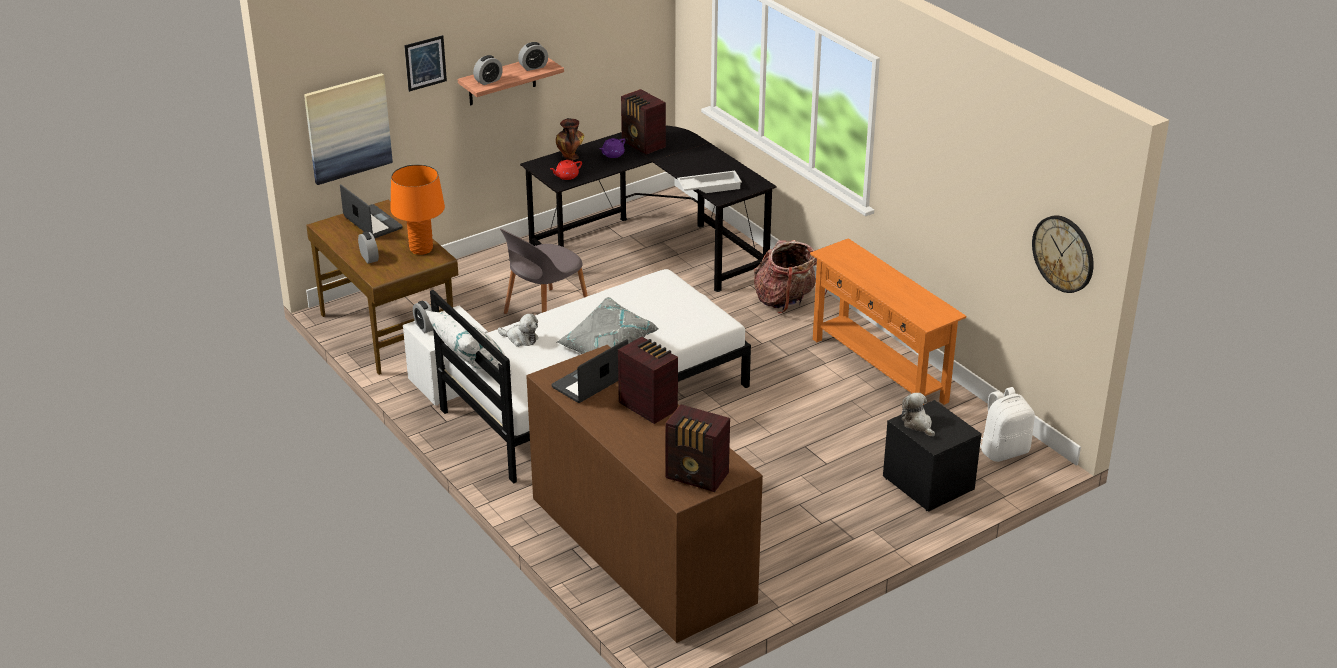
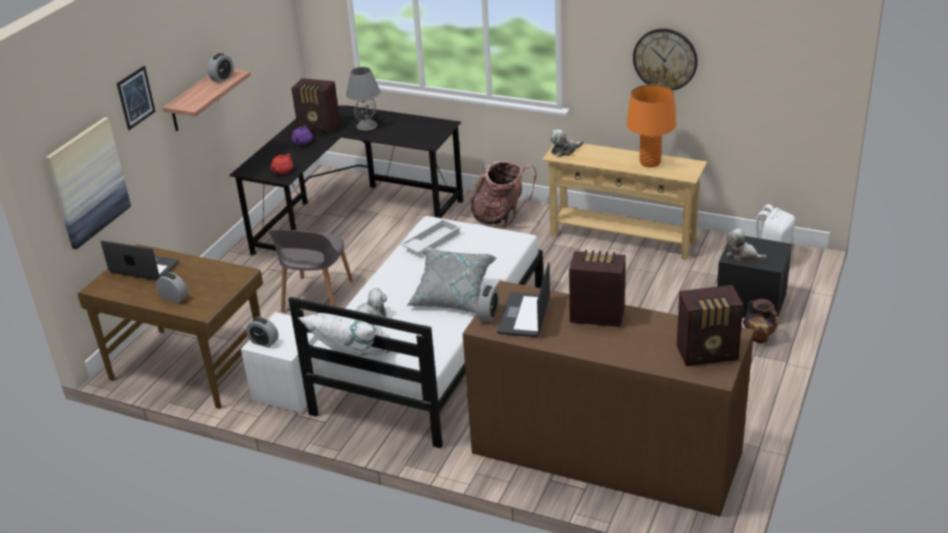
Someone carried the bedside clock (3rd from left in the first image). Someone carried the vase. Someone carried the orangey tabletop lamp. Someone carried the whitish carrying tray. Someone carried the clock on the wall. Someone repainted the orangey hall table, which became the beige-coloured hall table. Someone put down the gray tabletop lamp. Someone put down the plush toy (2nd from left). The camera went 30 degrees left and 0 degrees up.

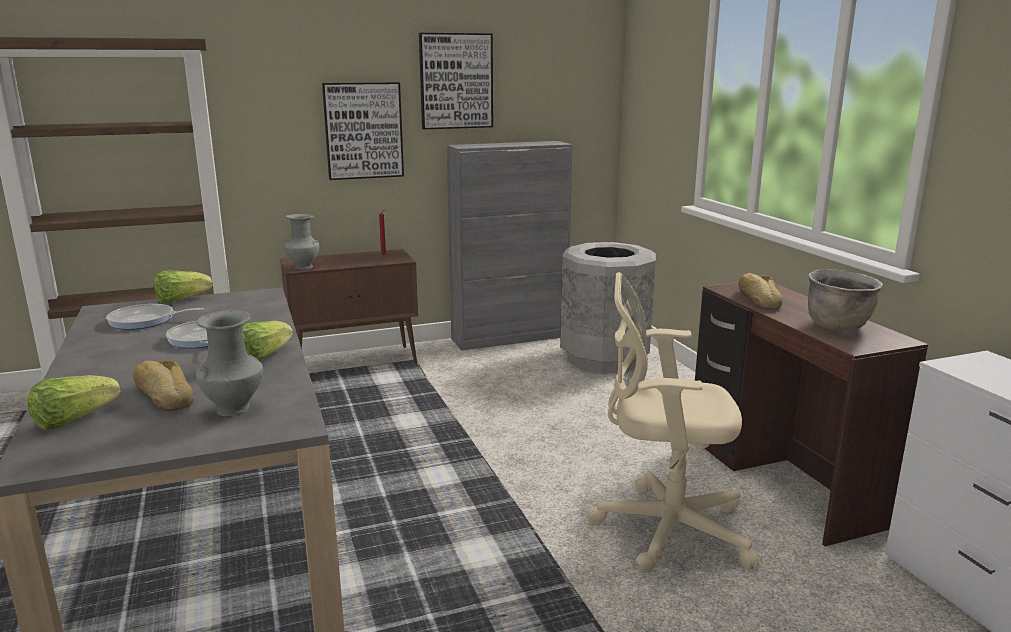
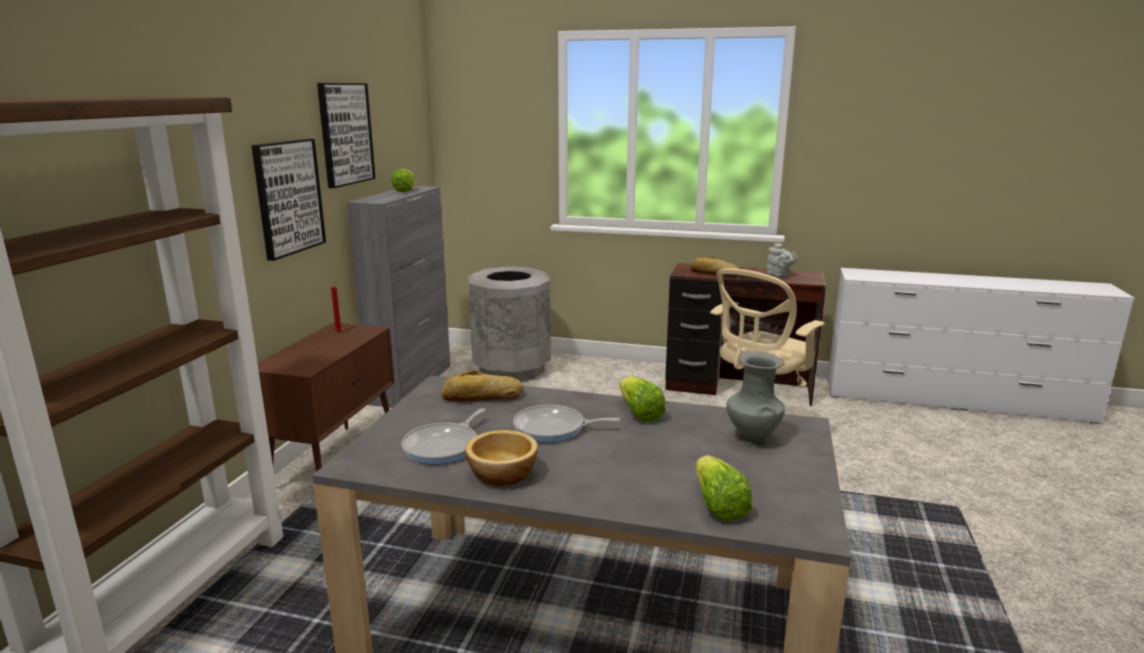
Someone took away the gray vase (2nd from left). Someone swapped the brown stockpot for the gray tea pot. Someone carried the lettuce head (2nd from left in the first image). Someone carried the bread (1st from left). Someone put down the serving bowl. The camera went 55 degrees left and 0 degrees up.

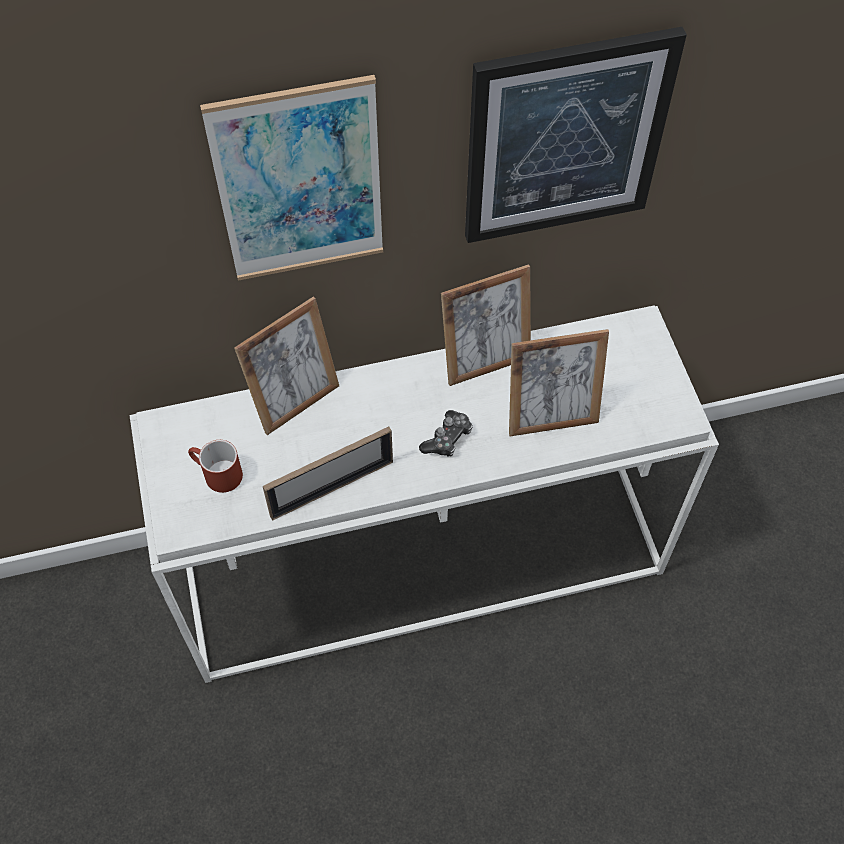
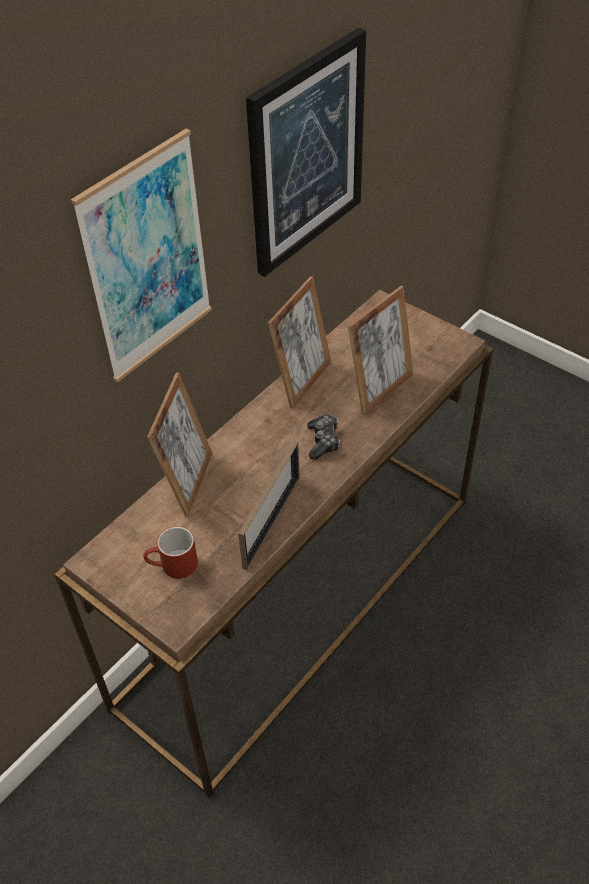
Someone repainted the whitish hall table, which became the brown hall table. The camera went 35 degrees left and 10 degrees down.

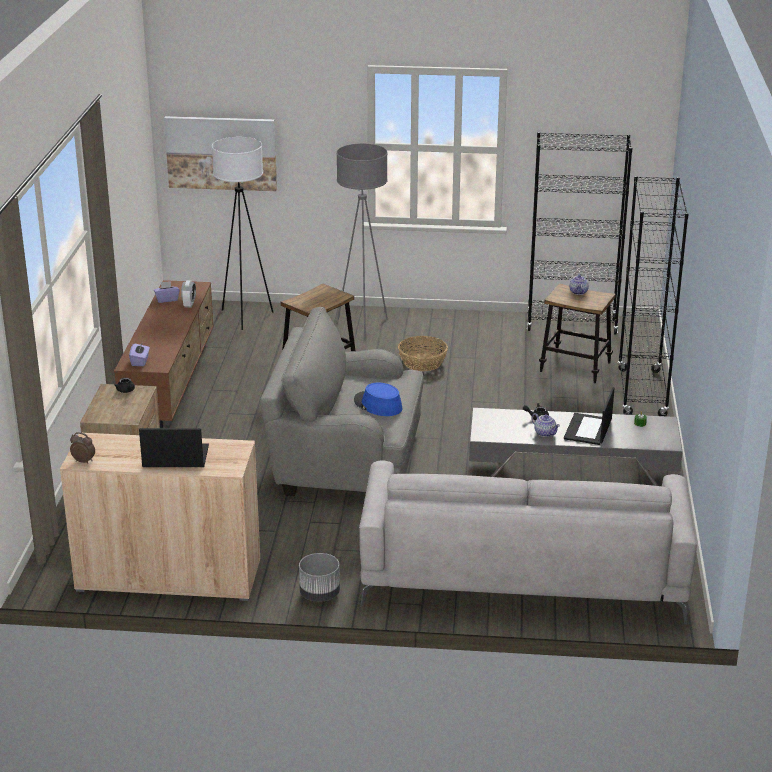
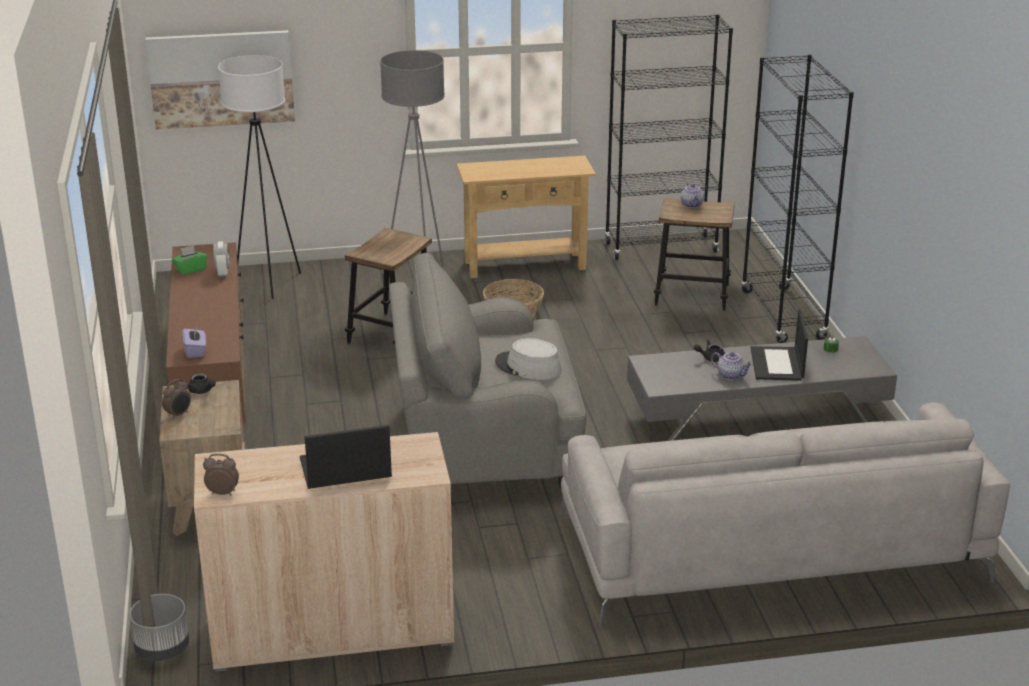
Someone repainted the purple-coloured box of tissues (2nd from left), which became the green box of tissues. Someone repainted the bluish clothing hat, which became the gray clothing hat. Someone carried the gray flower pot. Someone put down the beige-coloured hall table. Someone put down the bedside clock (1st from left). The camera went 15 degrees left and 0 degrees up.

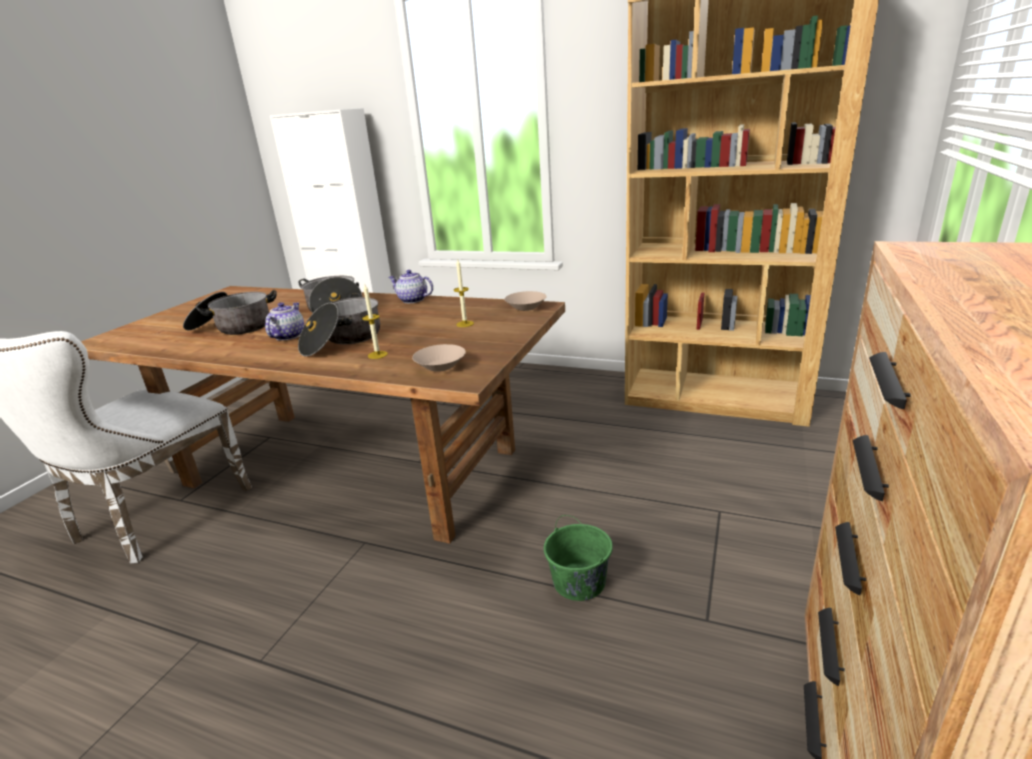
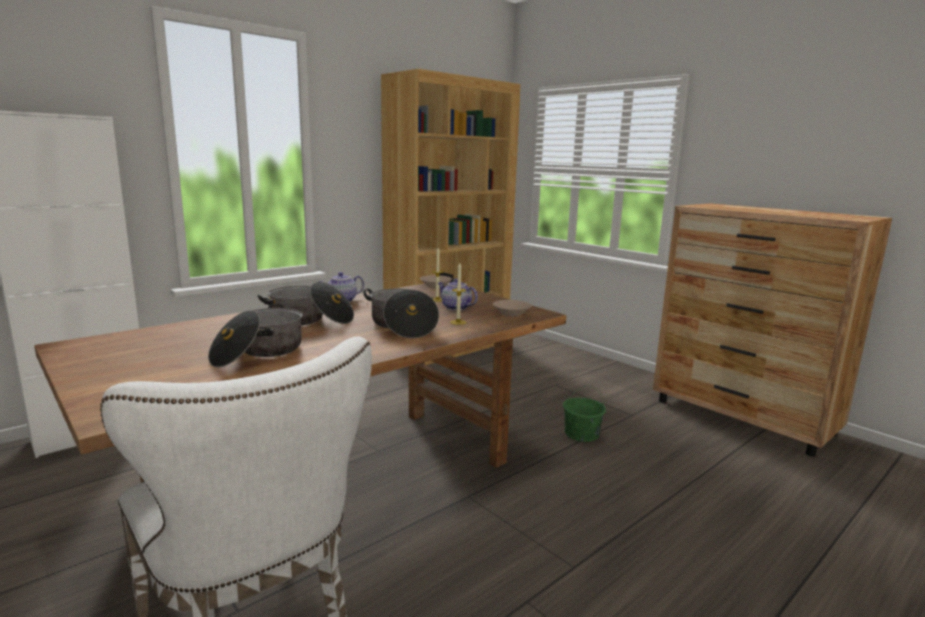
Someone carried the tea pot (1st from left in the first image). The camera went 65 degrees left and 10 degrees down.

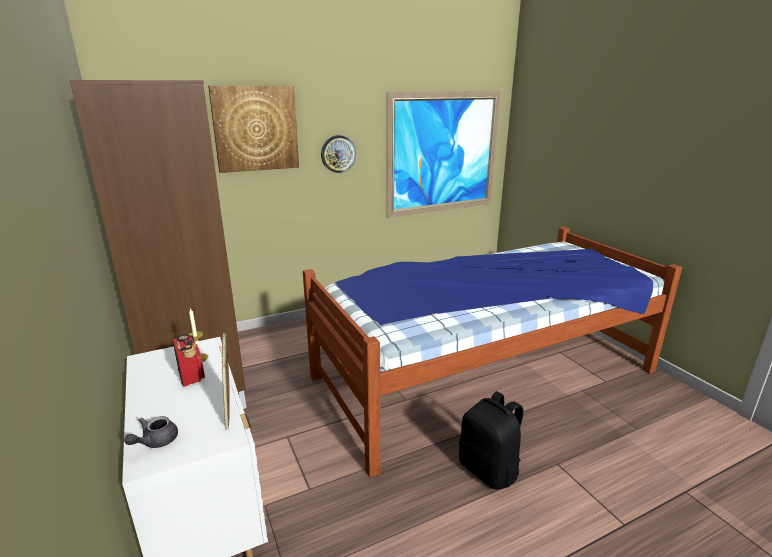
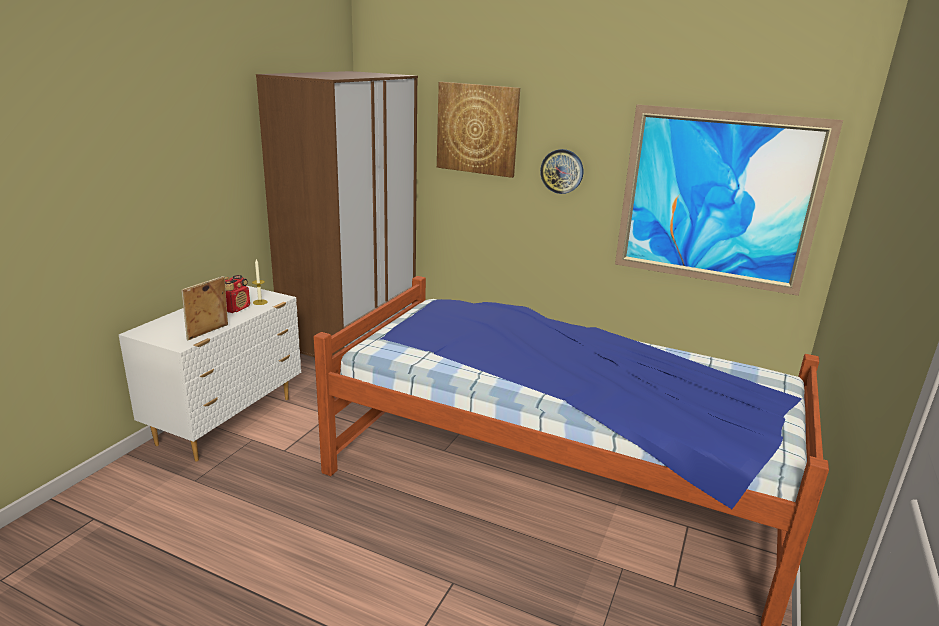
Someone took away the blackish knapsack. Someone took away the gray tea pot. The camera went 50 degrees right and 0 degrees up.

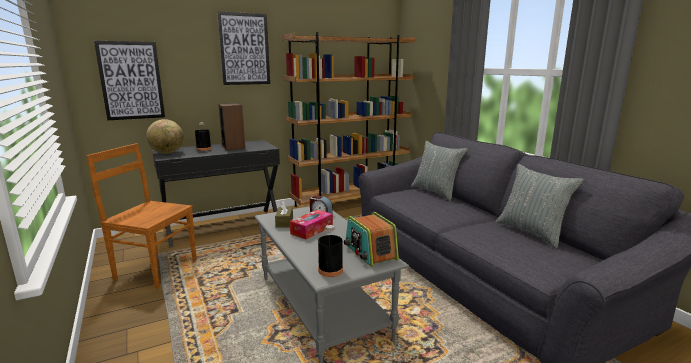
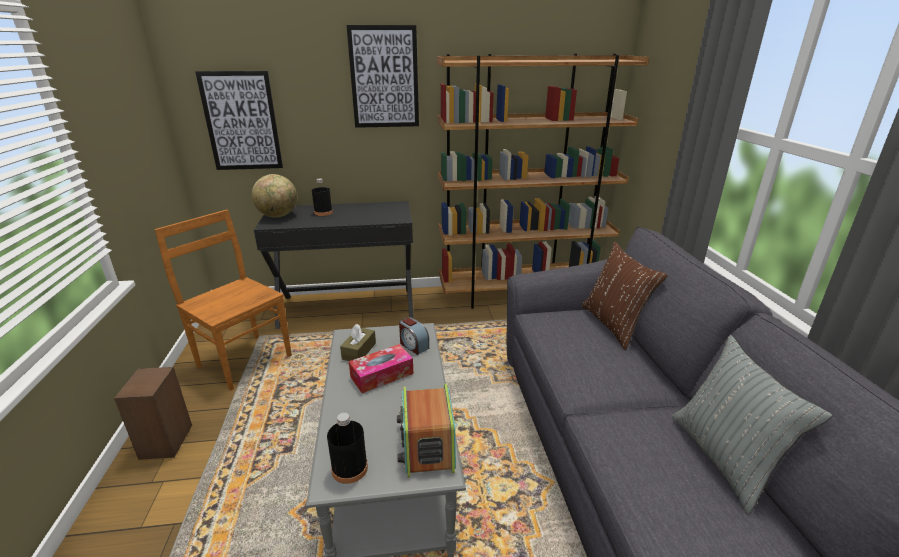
Someone carried the speaker. Someone repainted the gray pillow (1st from left), which became the brown pillow. The camera went 20 degrees right and 10 degrees up.

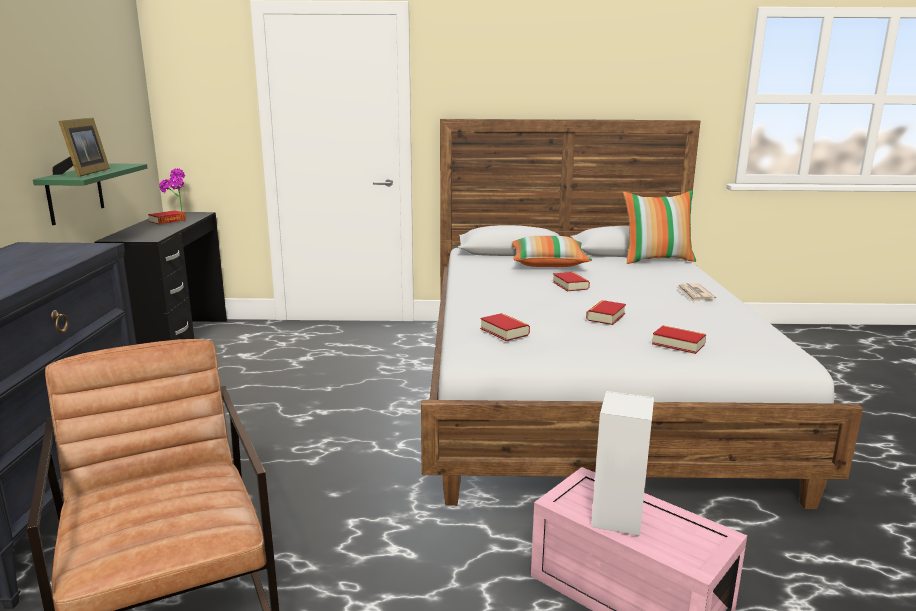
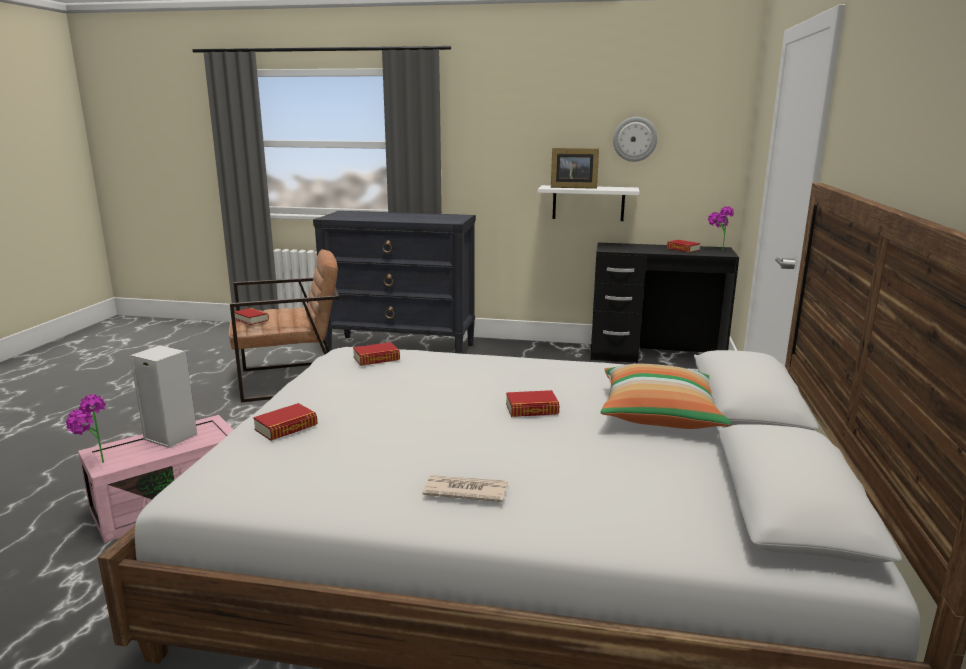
Someone repainted the green bracket shelf, which became the whitish bracket shelf. Someone took away the pillow (2nd from left). Someone carried the volume (4th from left in the first image). Someone put up the clock on the wall. Someone put down the potted plant (1st from left). The camera went 100 degrees right and 0 degrees up.

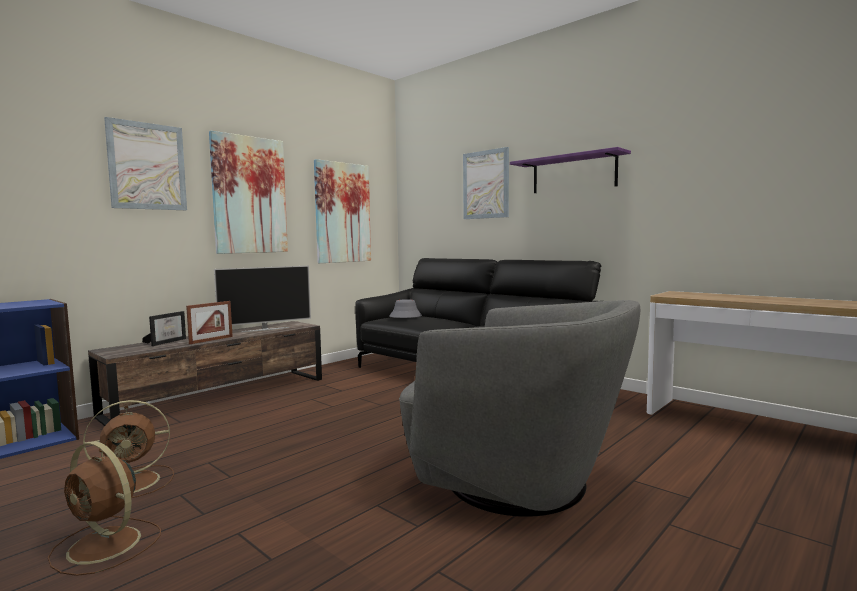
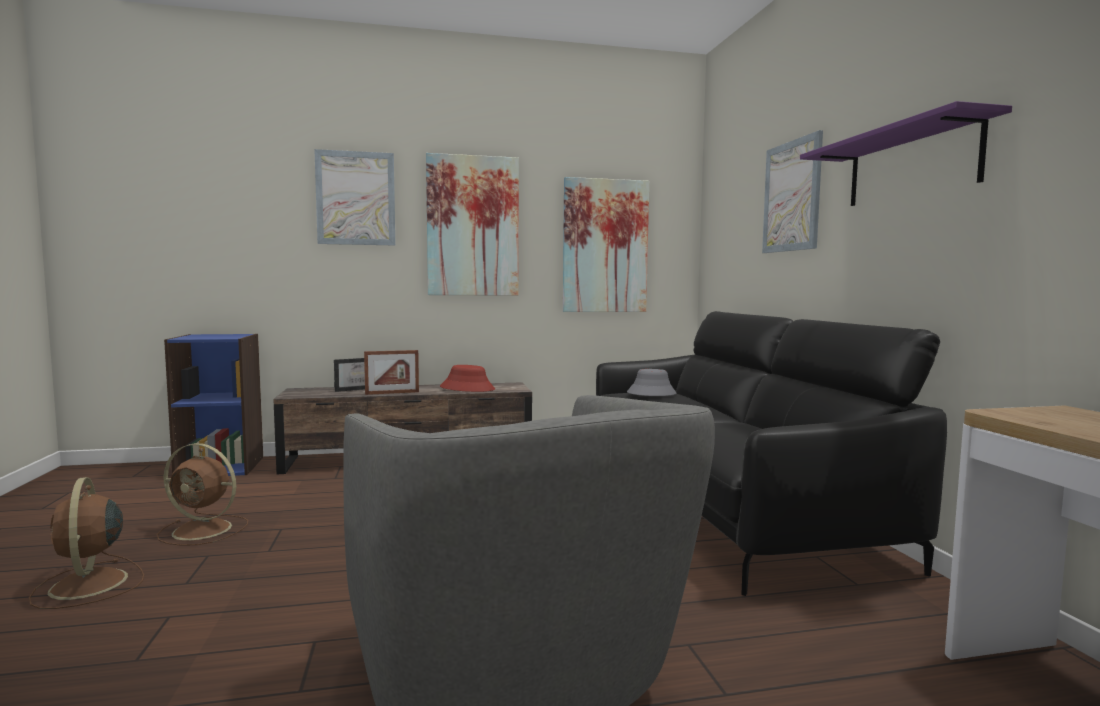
Someone swapped the TV for the reddish clothing hat. The camera went 35 degrees right and 0 degrees up.

